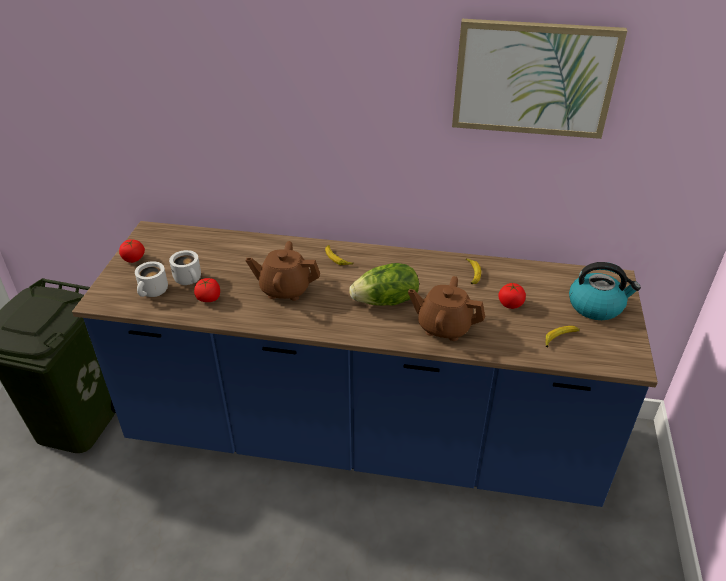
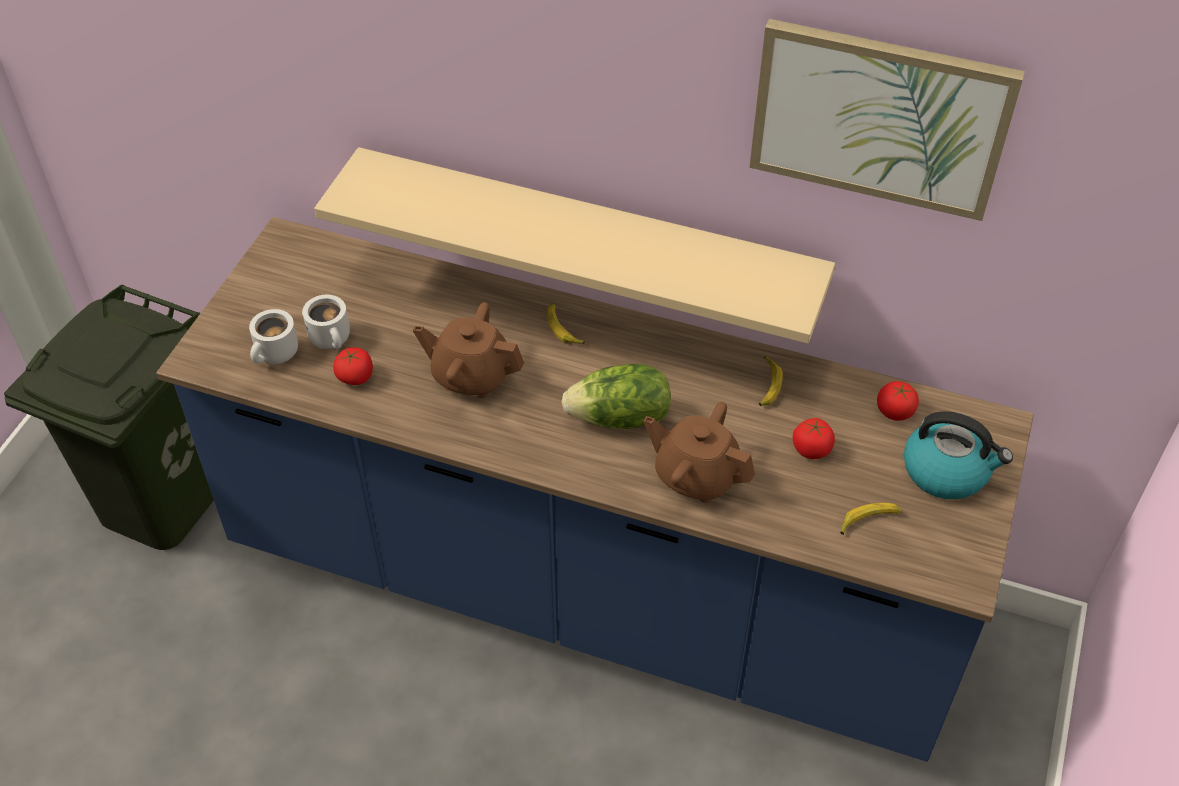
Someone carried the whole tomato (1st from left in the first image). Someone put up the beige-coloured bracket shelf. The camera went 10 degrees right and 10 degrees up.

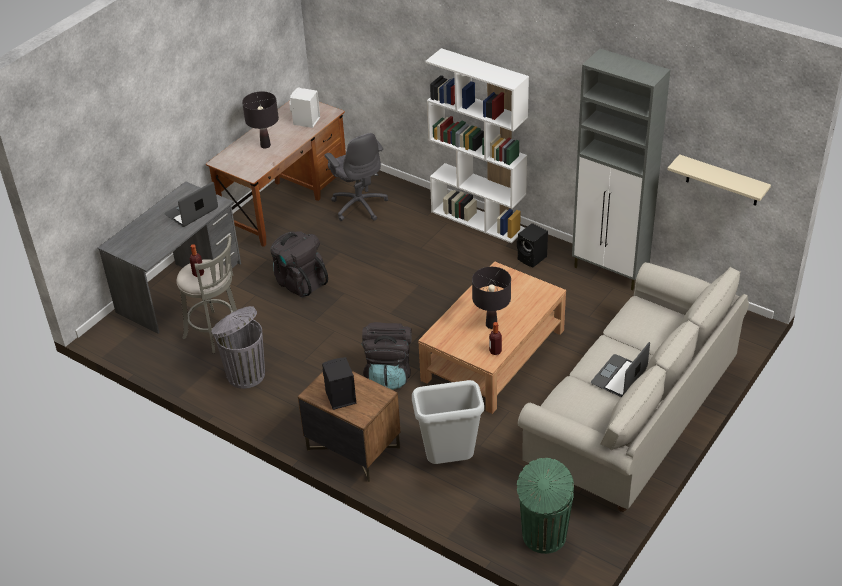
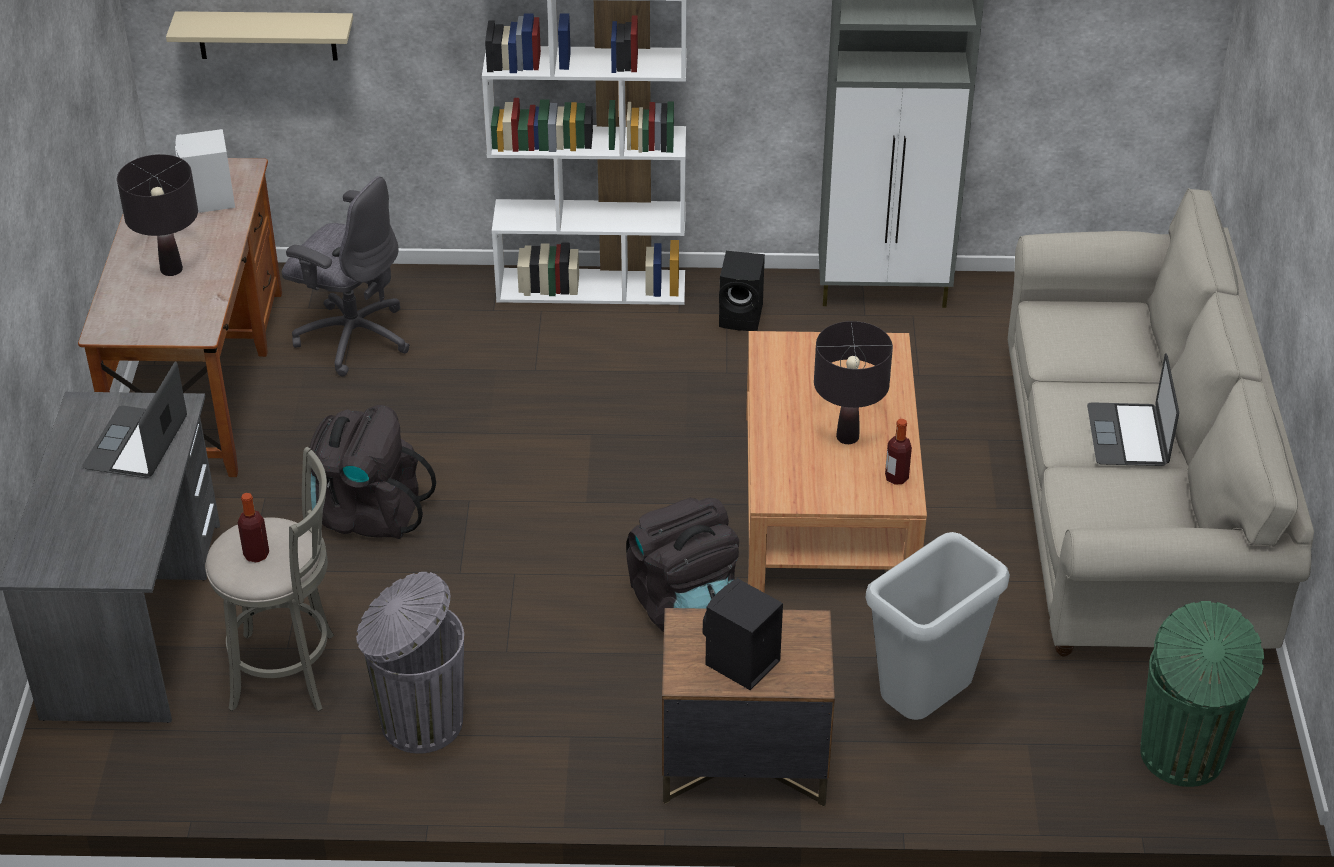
Someone carried the beige-coloured bracket shelf. The camera went 35 degrees left and 0 degrees up.

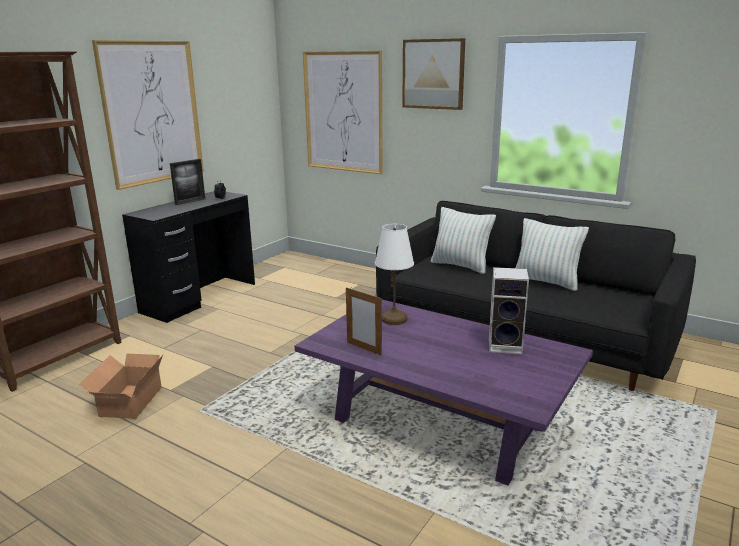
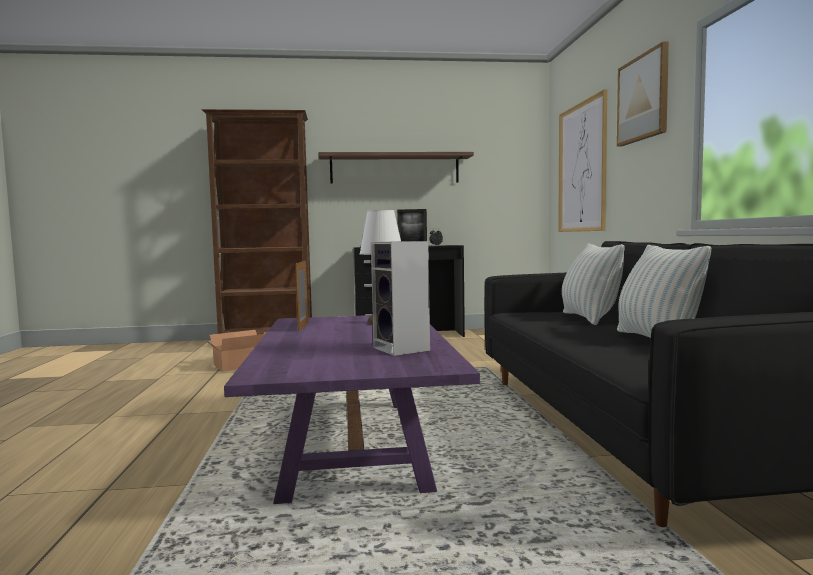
Someone swapped the wall picture (1st from left) for the bracket shelf. The camera went 50 degrees right and 15 degrees down.

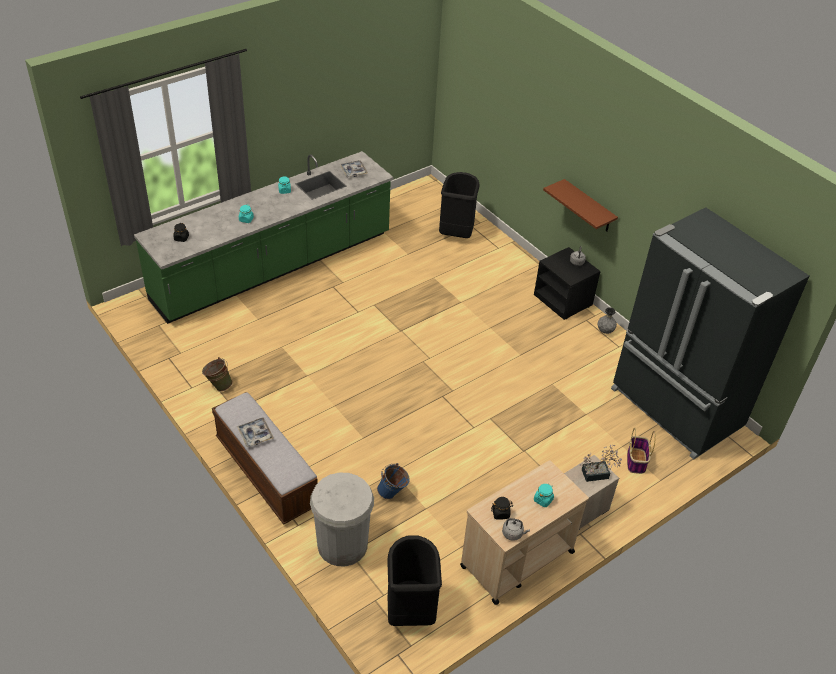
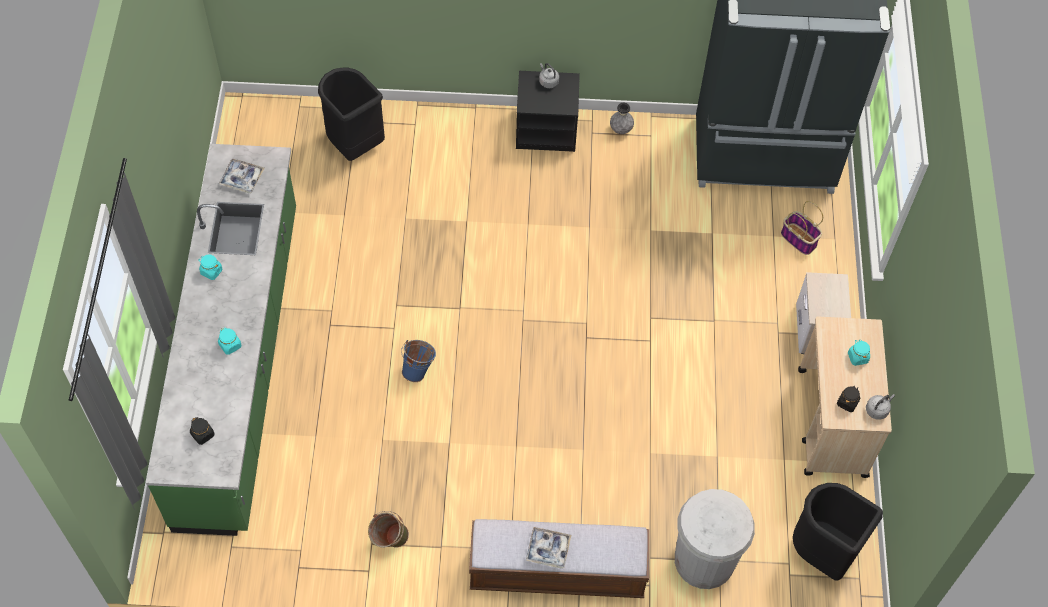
Someone took away the brown bracket shelf. Someone took away the potted plant. Someone carried the bluish water bucket. The camera went 50 degrees left and 15 degrees up.

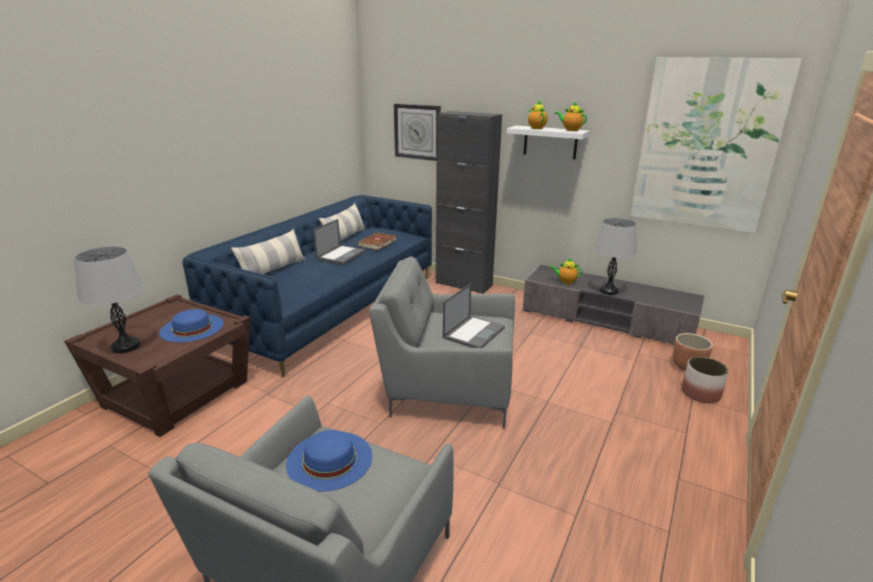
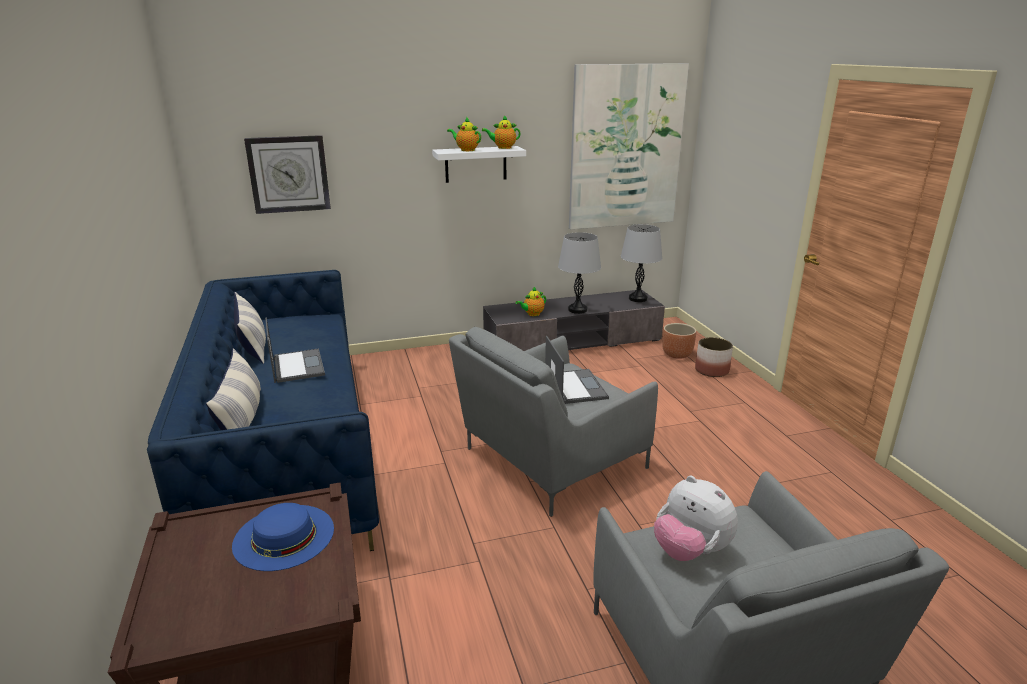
Someone took away the blackish storage cabinet. Someone took away the brown volume. Someone carried the gray tabletop lamp (1st from left in the first image). Someone swapped the bluish clothing hat (2nd from left) for the plush toy. The camera went 45 degrees left and 0 degrees up.

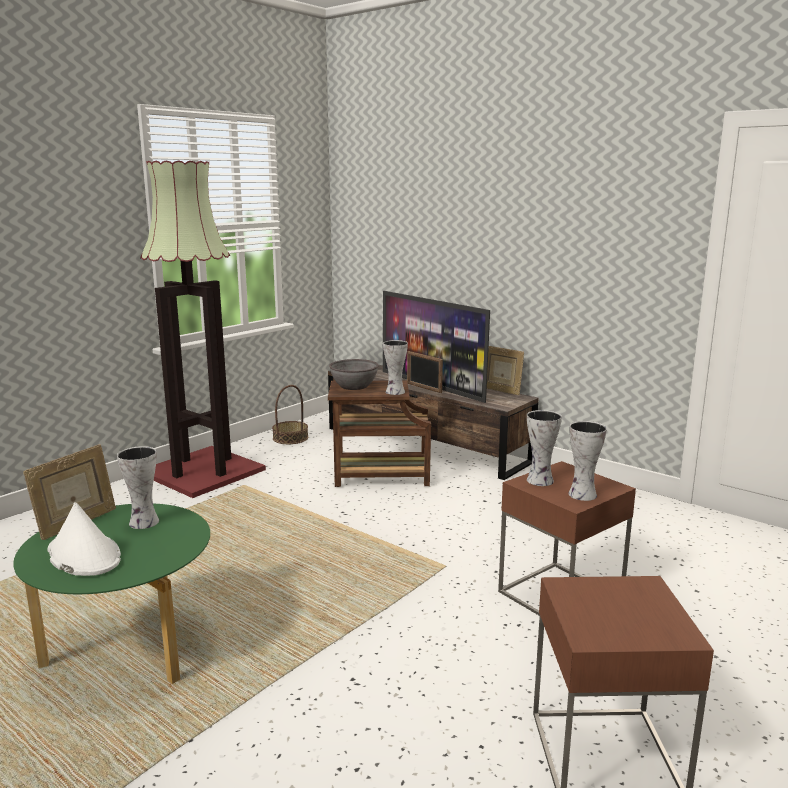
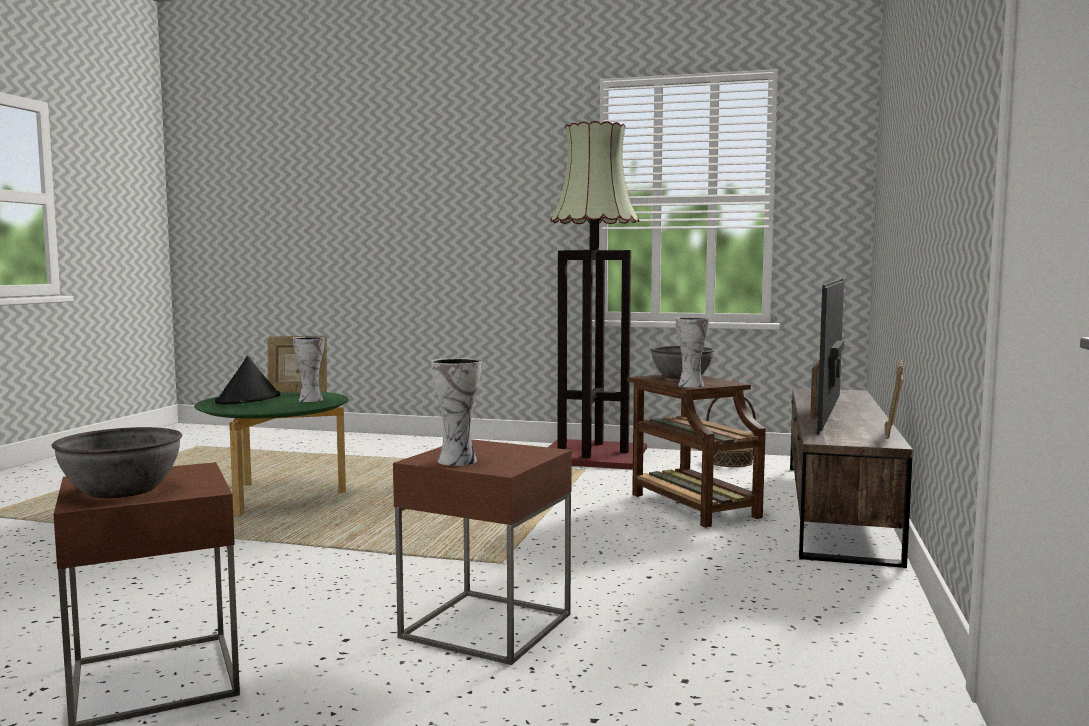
Someone took away the vase (3rd from left). Someone repainted the whitish clothing hat, which became the blackish clothing hat. Someone put down the gray serving bowl (1st from left). The camera went 65 degrees right and 10 degrees down.

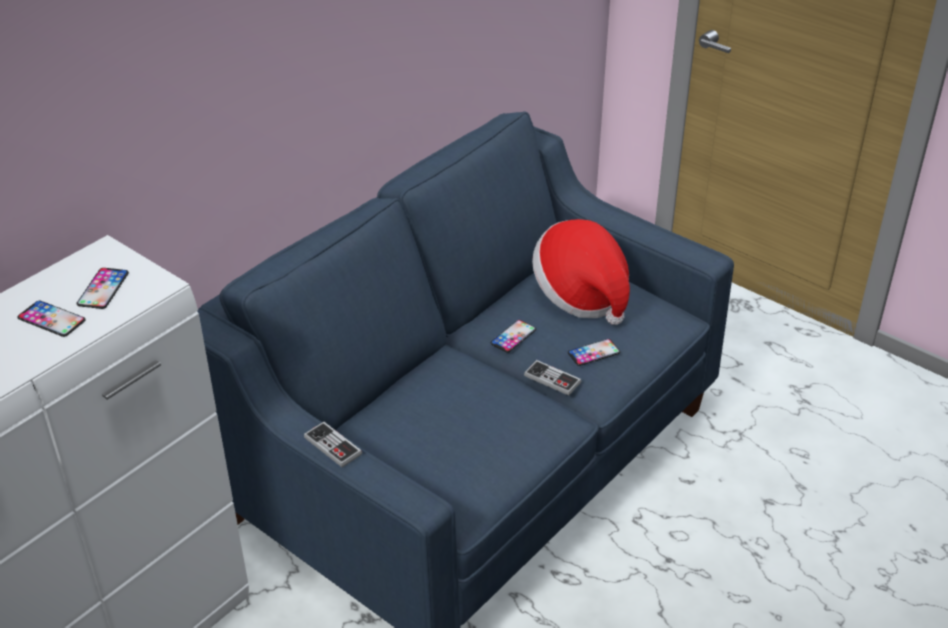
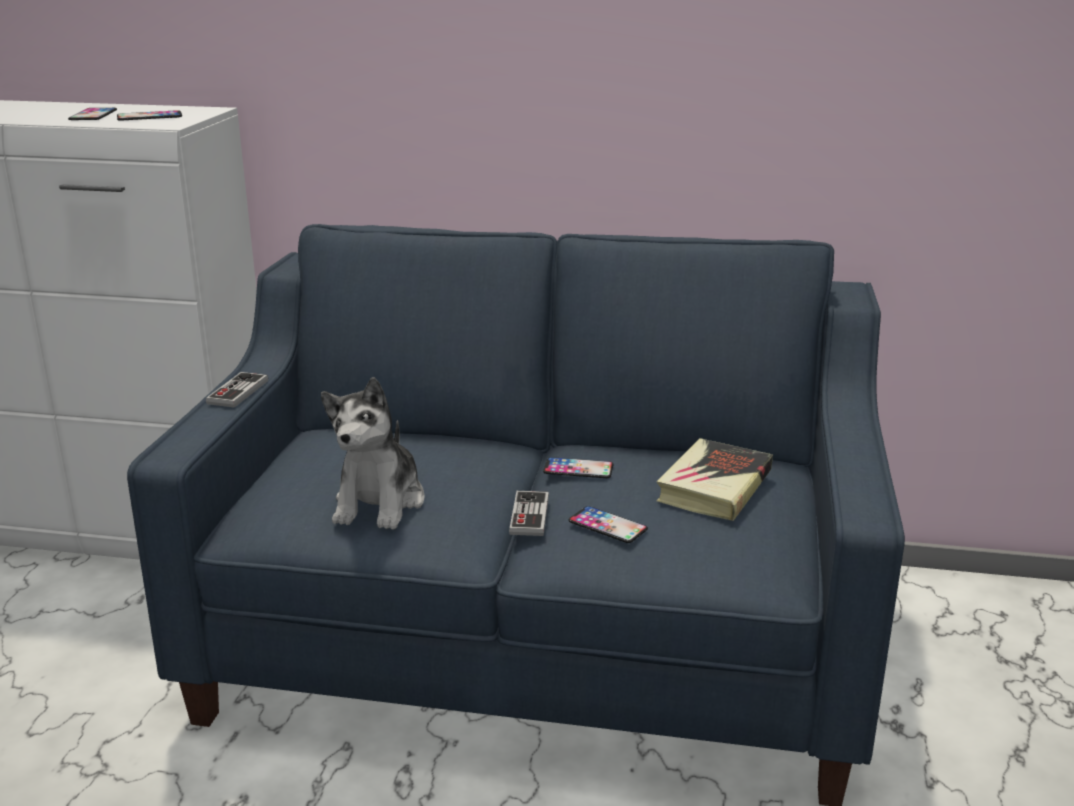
Someone swapped the clothing hat for the volume. Someone put down the plush toy. The camera went 60 degrees right and 15 degrees down.

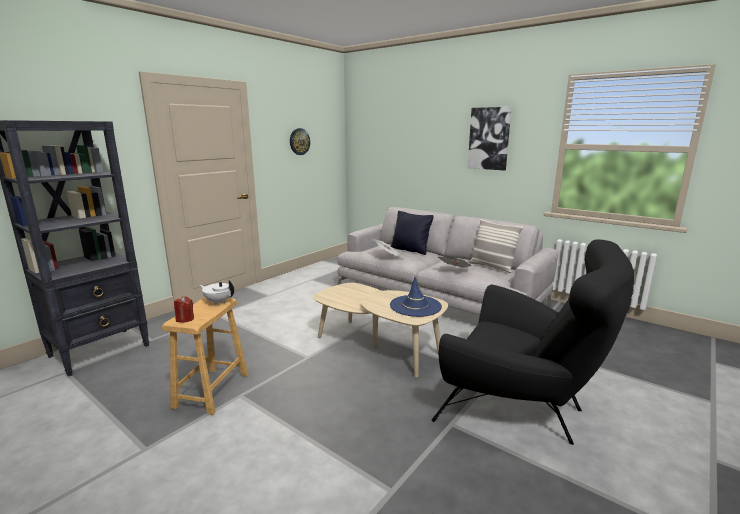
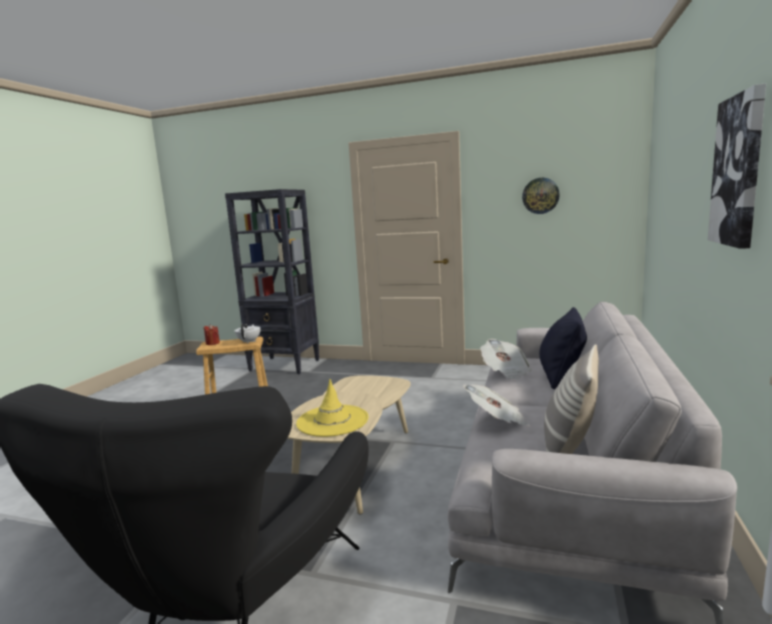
Someone repainted the bluish clothing hat, which became the yellow-coloured clothing hat. The camera went 70 degrees right and 5 degrees down.

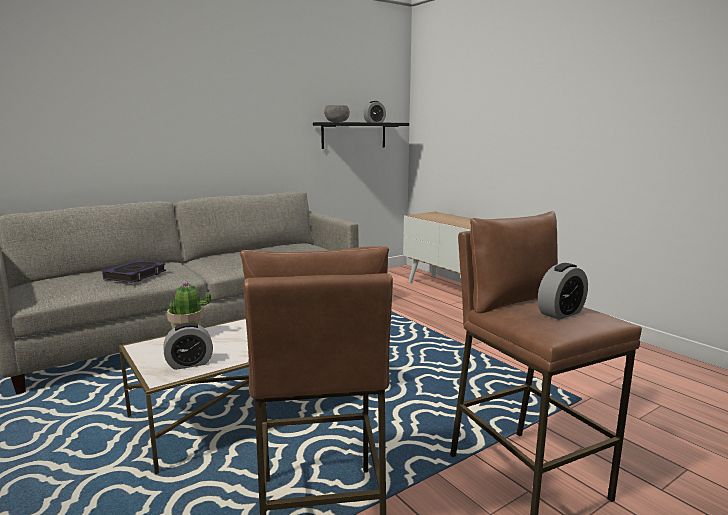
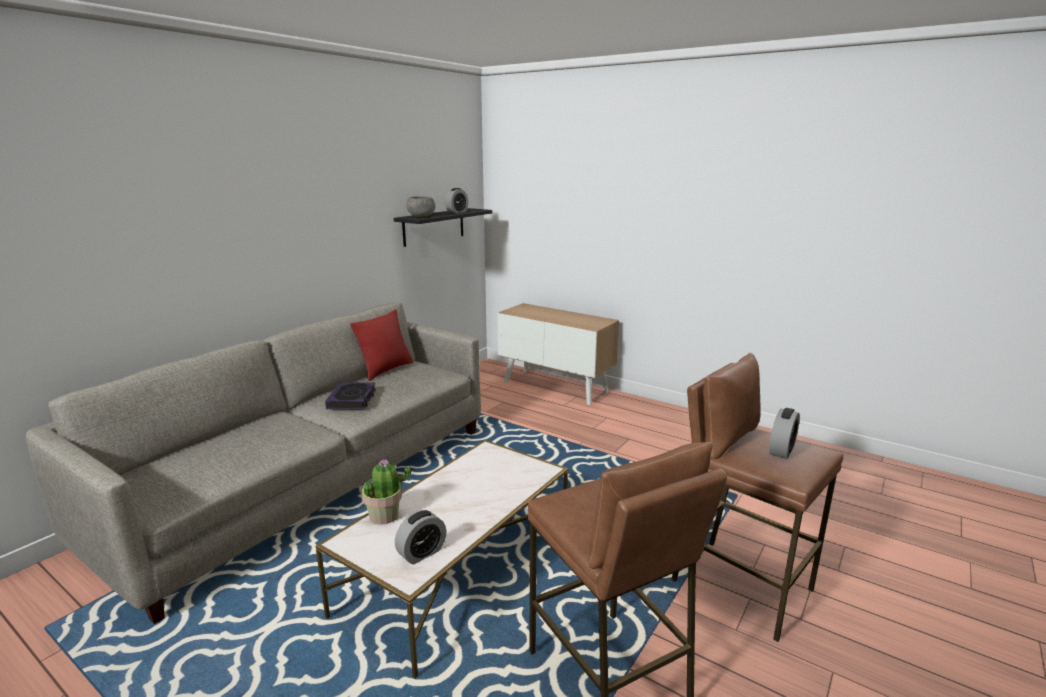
Someone carried the volume. Someone put down the reddish pillow. The camera went 20 degrees left and 5 degrees up.

